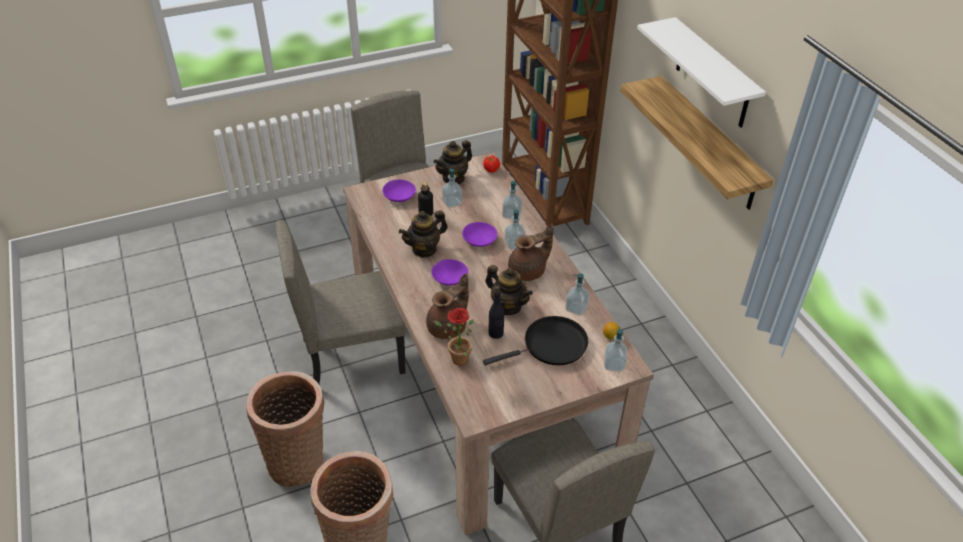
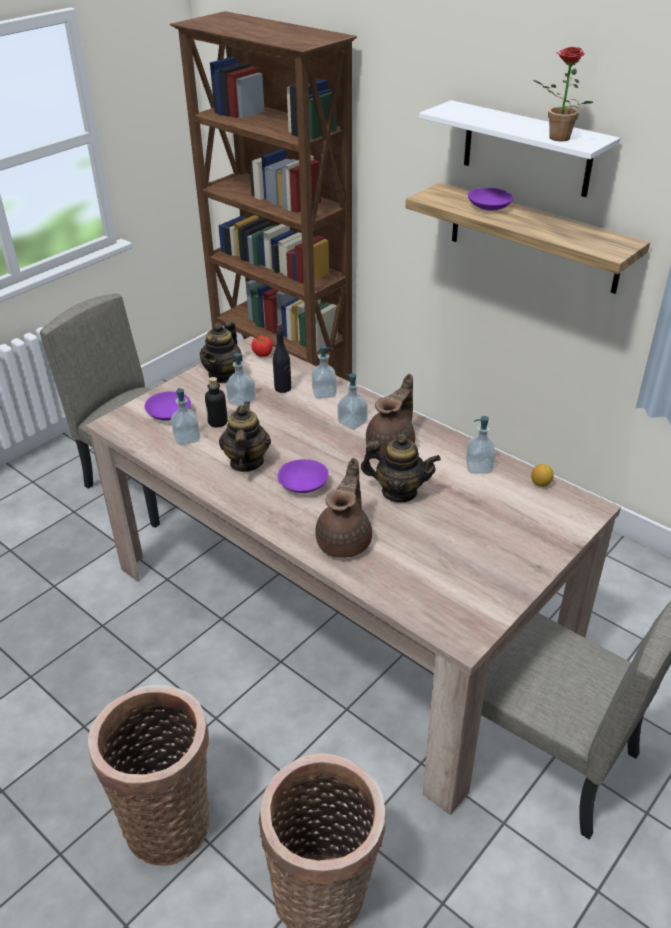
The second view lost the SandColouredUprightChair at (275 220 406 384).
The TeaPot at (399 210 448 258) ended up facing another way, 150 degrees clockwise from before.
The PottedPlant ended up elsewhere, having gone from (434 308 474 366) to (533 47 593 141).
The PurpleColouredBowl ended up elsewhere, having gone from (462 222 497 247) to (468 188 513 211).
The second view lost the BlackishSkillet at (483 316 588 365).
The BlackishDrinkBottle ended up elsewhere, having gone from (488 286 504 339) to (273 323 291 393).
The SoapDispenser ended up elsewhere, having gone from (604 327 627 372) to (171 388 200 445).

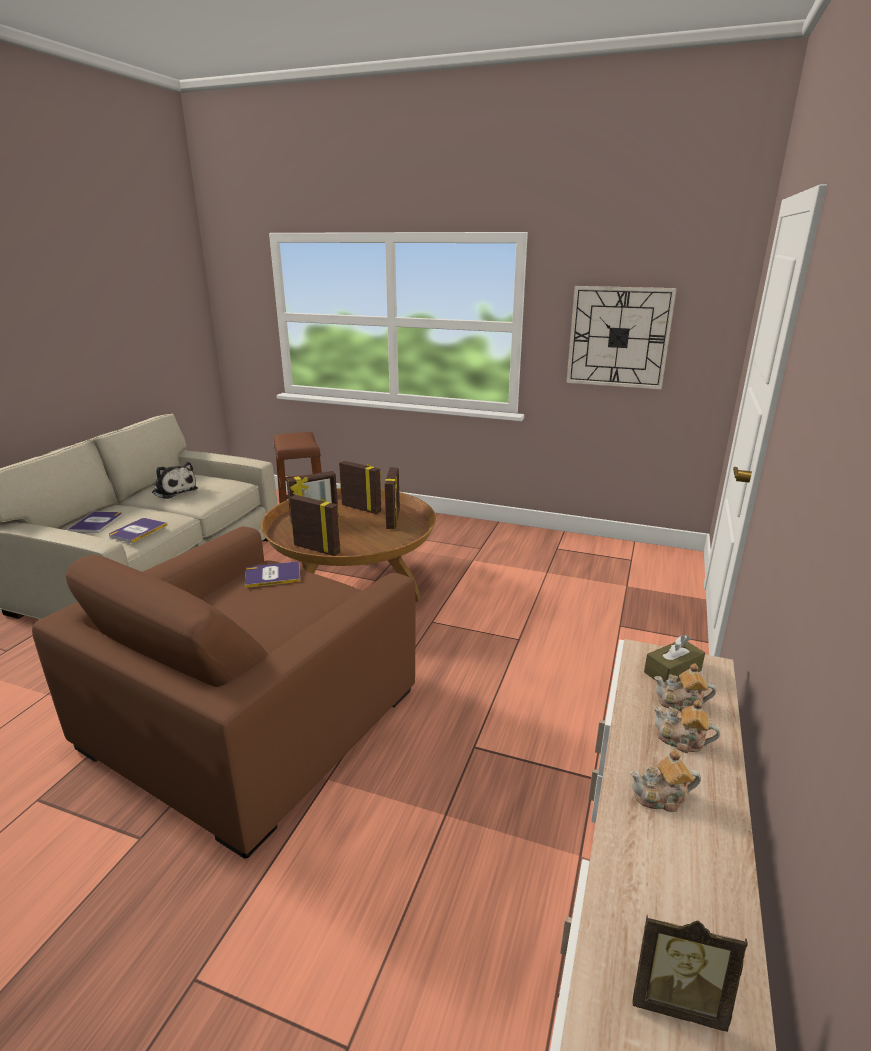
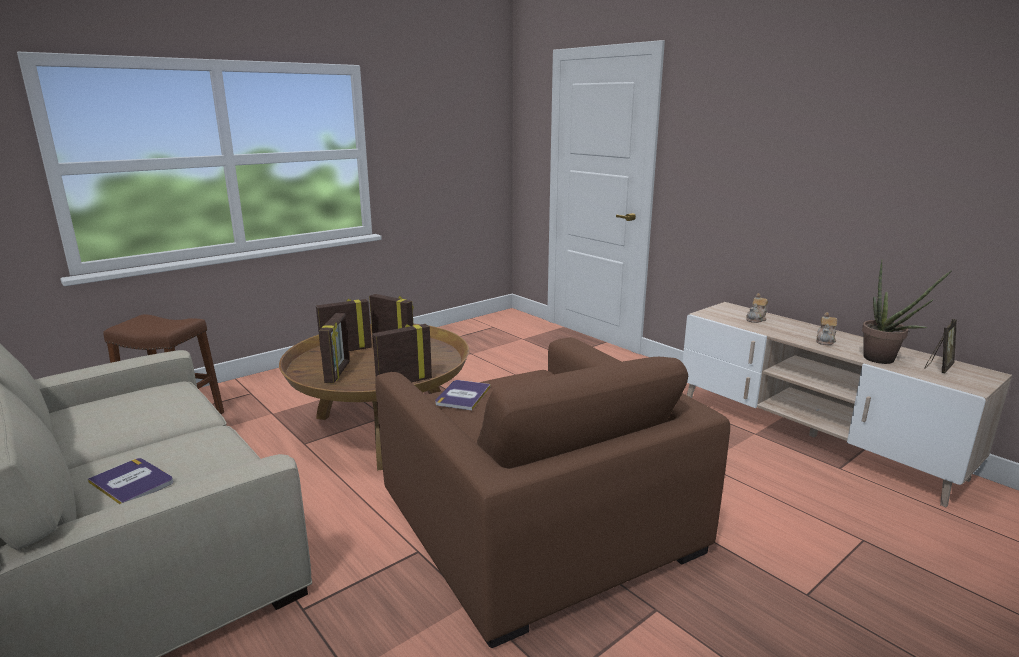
The second view lost the BoundBook at (109 518 167 543).
The second view lost the SoftToy at (152 462 198 499).
The second view lost the HangingClock at (566 286 677 390).
The second view lost the BrownBoxOfTissues at (644 635 705 682).
The second view lost the TeaPot at (654 700 720 753).
The second view gained the PottedPlant at (862 260 951 364).

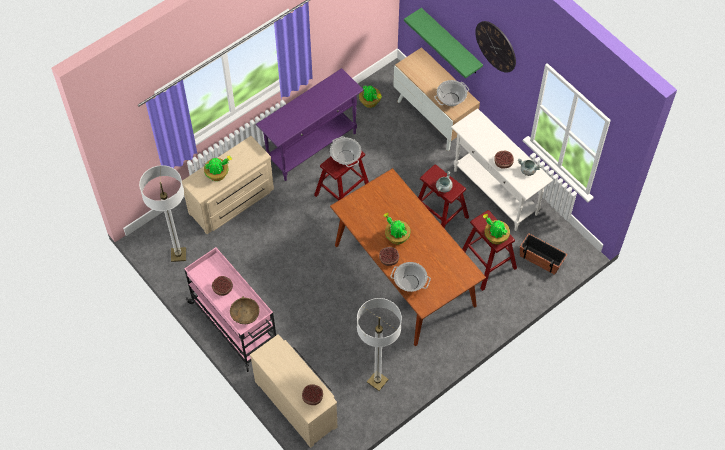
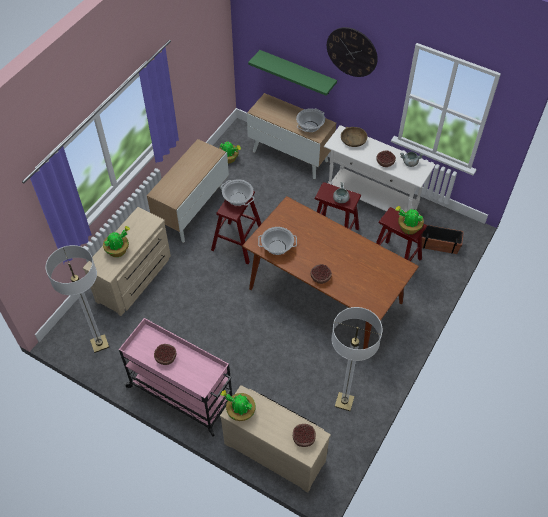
The BrownBowl ended up elsewhere, having gone from (230 296 259 324) to (341 127 367 147).
Where the PurpleColouredHallTable stood at (256 68 364 181), the Cupboard came to stand at (147 139 229 243).
The PottedPlant ended up elsewhere, having gone from (384 213 410 244) to (221 390 255 421).
The Stockpot ended up elsewhere, having gone from (391 262 431 292) to (258 227 297 255).

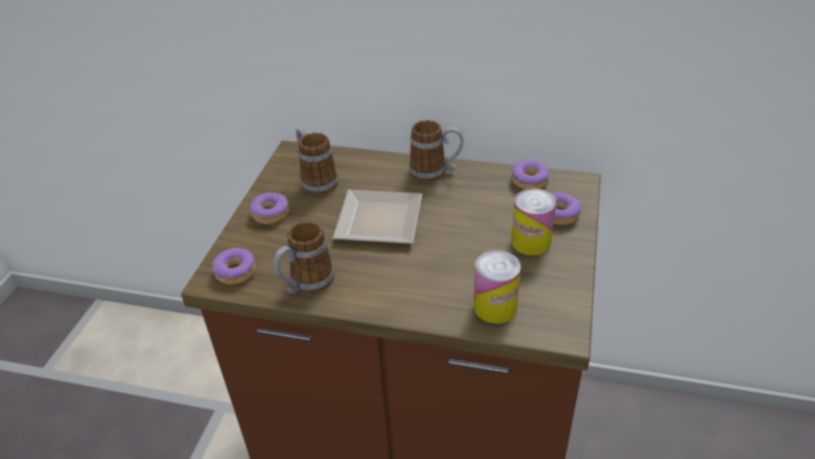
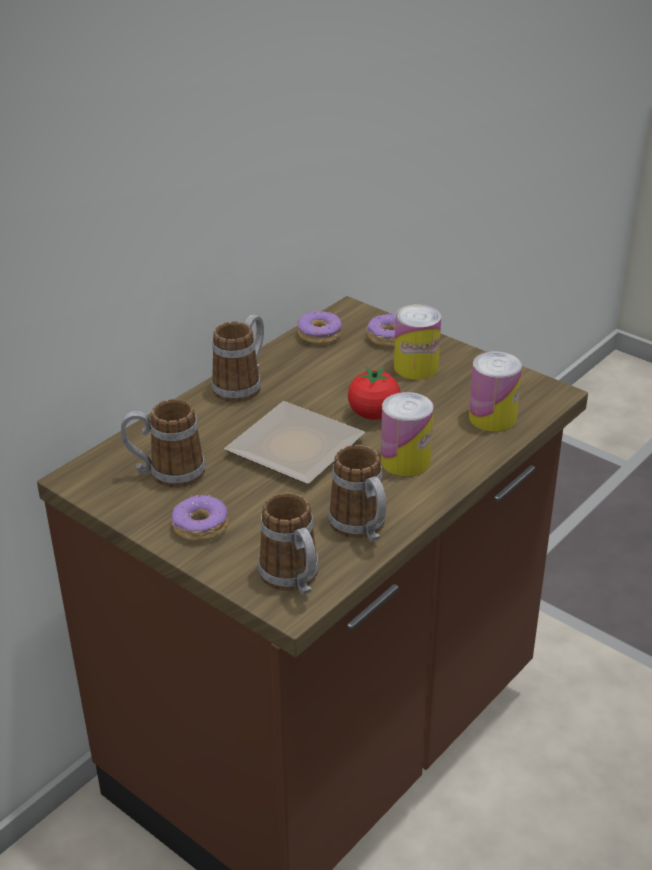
Where the Donut stood at (212 248 256 285), the TeaMug came to stand at (258 493 319 595).
The second view gained the FreshTomato at (348 366 401 420).
The second view gained the Can at (381 392 434 477).

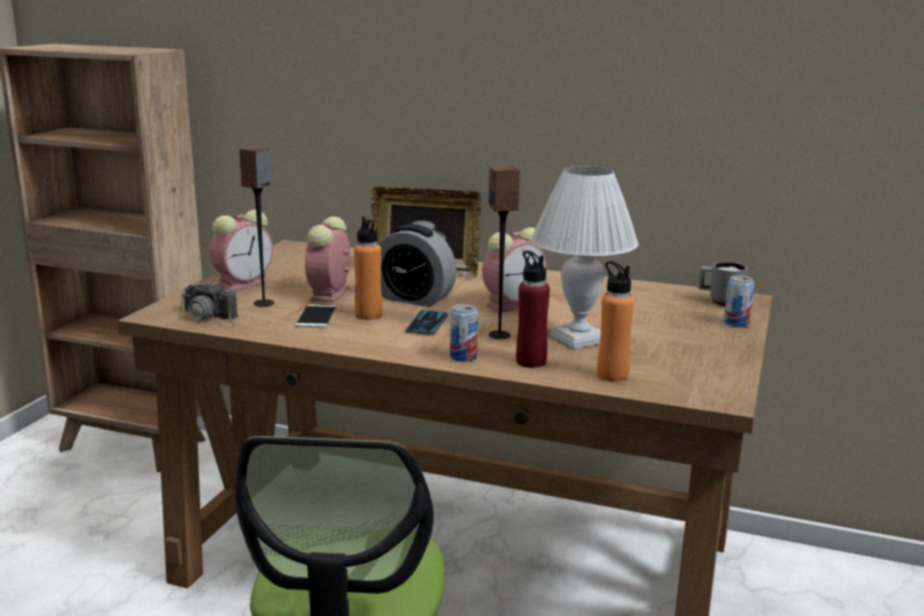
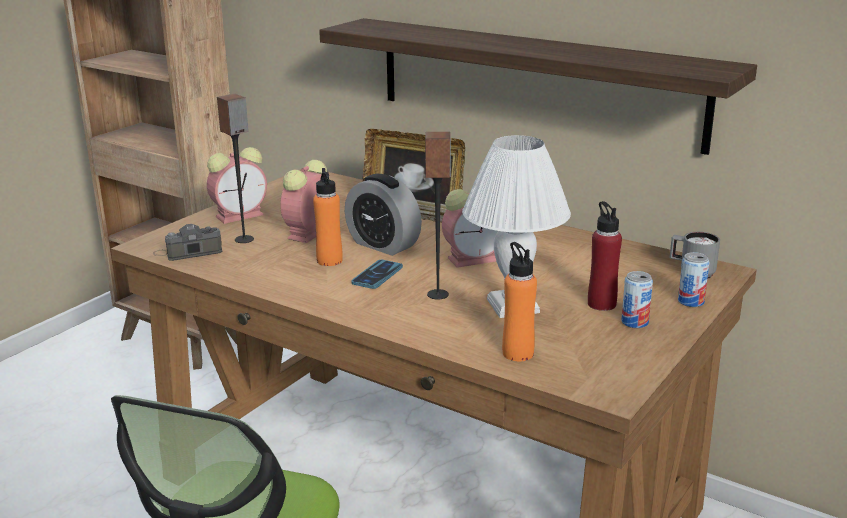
The PhotoCamera at (177 281 238 328) ended up facing another way, 120 degrees clockwise from before.
The second view lost the Telephone at (296 305 336 328).
The Can ended up elsewhere, having gone from (450 304 478 362) to (621 271 653 328).
The RedDrinkBottle ended up elsewhere, having gone from (516 250 550 368) to (588 201 622 311).
The second view gained the Shelf at (319 18 757 155).

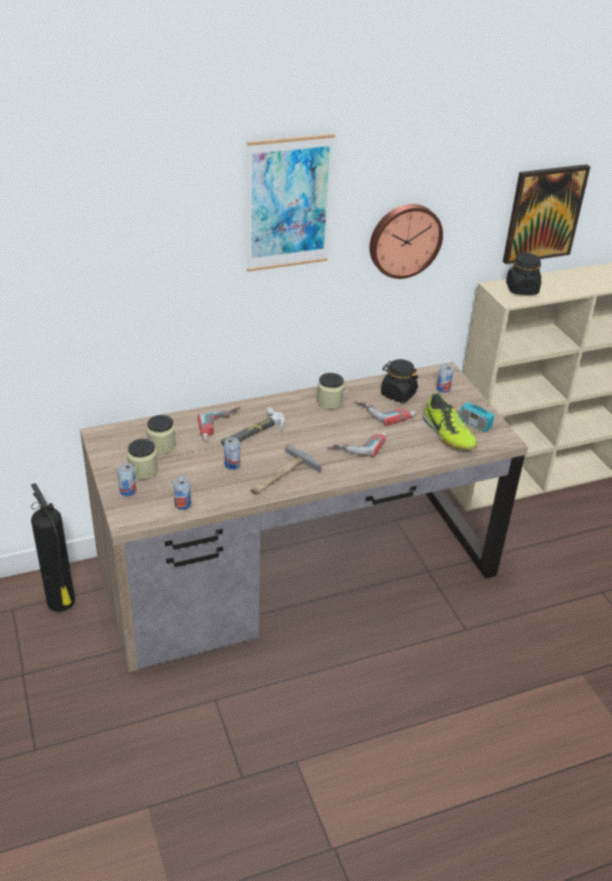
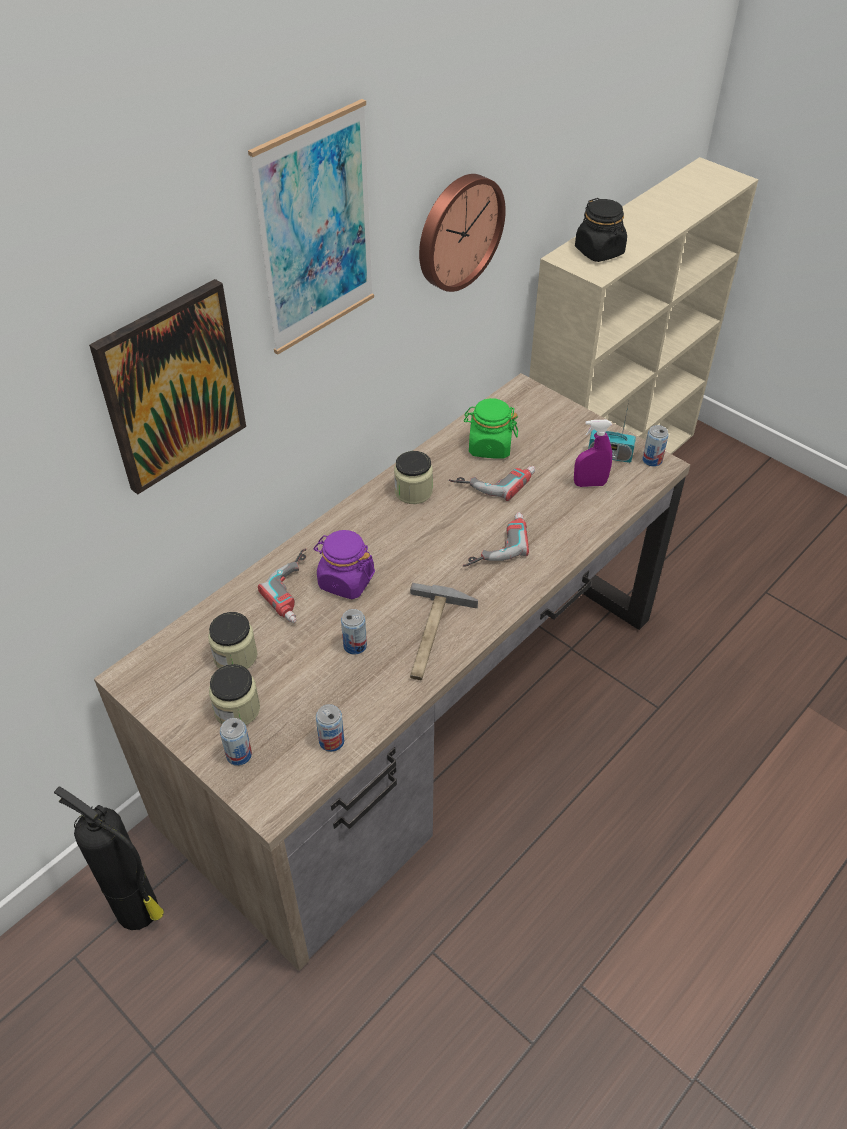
Where the Hammer stood at (221 407 284 445), the PurpleColouredJar came to stand at (314 530 375 599).
What was the BlackishJar at (381 359 418 403) turned into the GreenColouredJar at (464 398 518 459).
Where the ItemOfFootwear stood at (423 393 477 451), the PurpleColouredSprayer came to stand at (574 420 612 487).
The Can ended up elsewhere, having gone from (437 364 454 393) to (642 425 669 467).
The WallArt ended up elsewhere, having gone from (503 164 590 264) to (89 279 246 494).

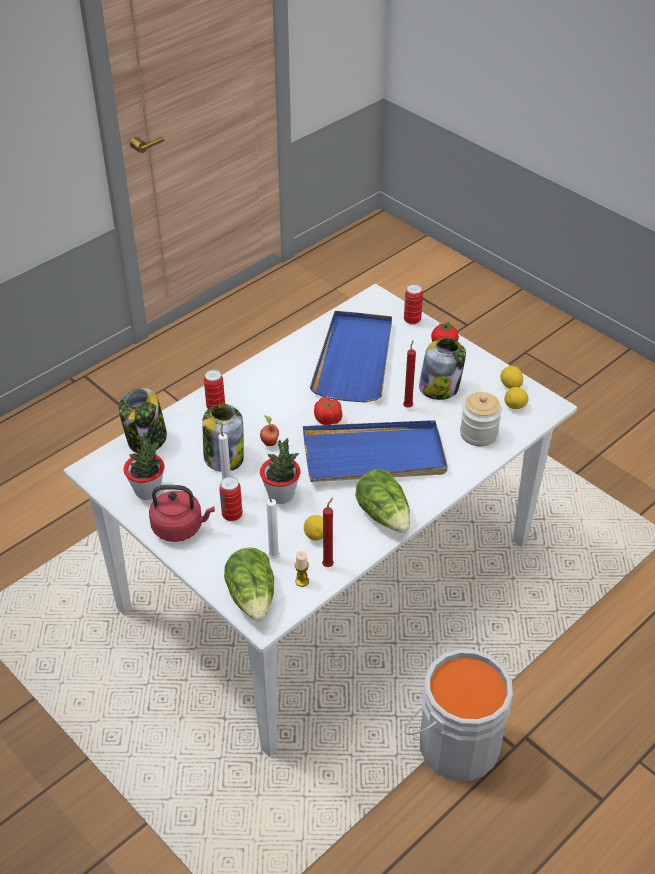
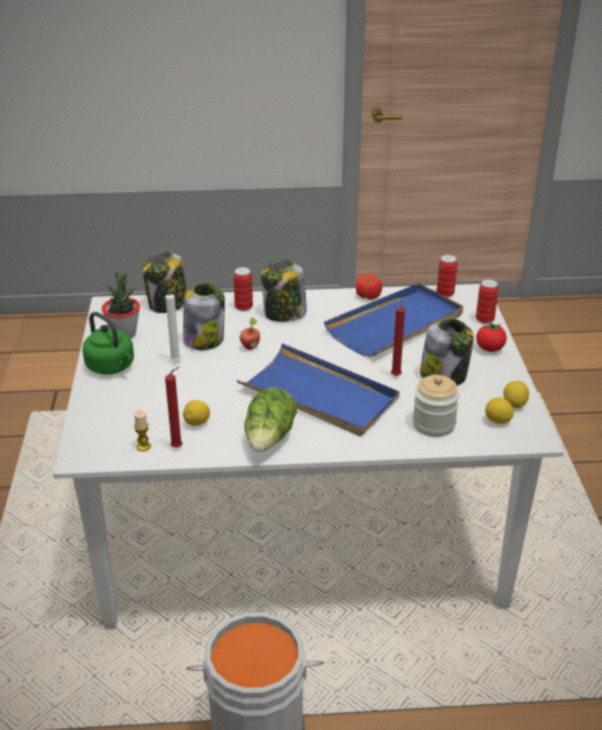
What was the RedTeaKettle at (149 485 215 542) turned into the GreenColouredTeaKettle at (82 312 134 375).
The Can ended up elsewhere, having gone from (219 476 243 521) to (437 255 457 298).
The second view lost the Lettuce at (224 548 274 622).
The second view lost the PottedPlant at (260 438 301 504).
The second view lost the WhiteColouredWaxCandle at (266 488 280 559).
The FreshTomato ended up elsewhere, having gone from (314 397 342 425) to (356 274 382 300).
The second view gained the Jar at (261 259 307 322).

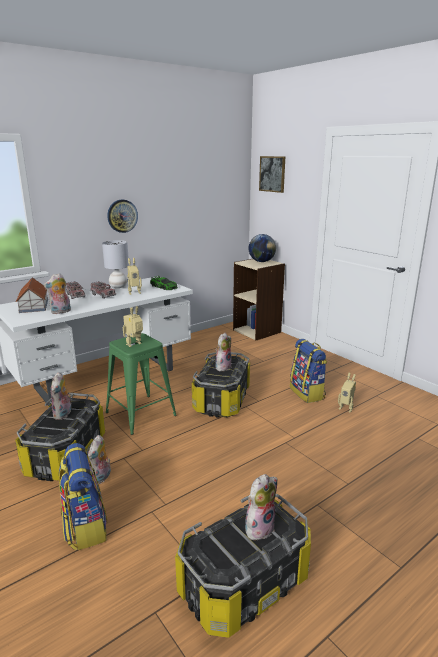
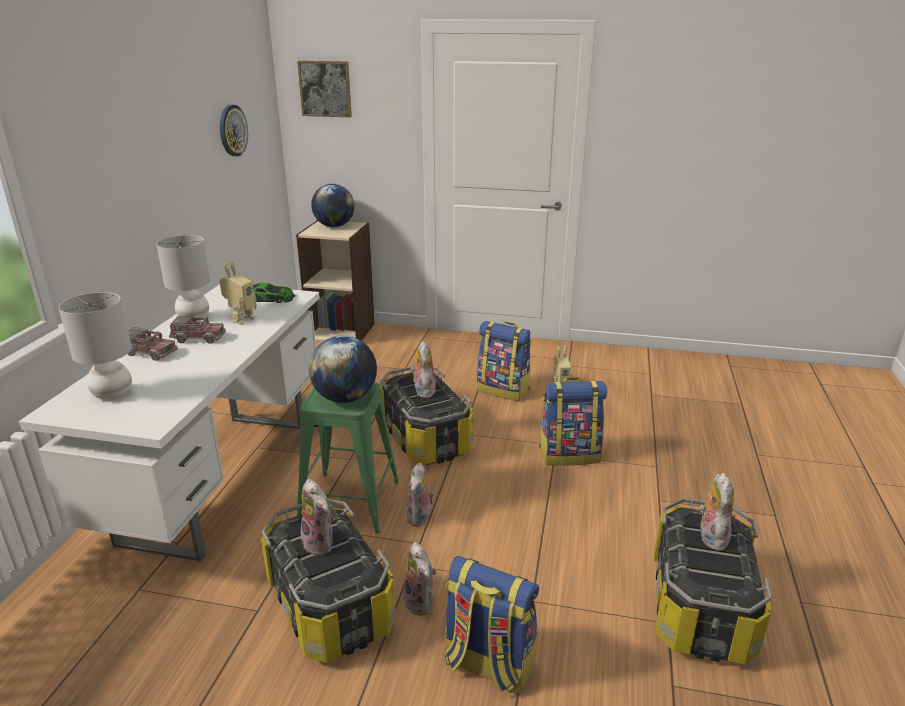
Where the ModelHouse stood at (15 277 48 313), the GreyishTableLamp came to stand at (58 292 132 399).
The SoftToy ended up elsewhere, having gone from (44 273 71 314) to (406 463 434 527).
The HangingClock ended up elsewhere, having gone from (107 199 138 233) to (220 105 248 156).
Where the RobotFigure stood at (123 306 143 347), the WorldGlobe came to stand at (309 335 377 403).
The second view gained the Knapsack at (539 377 607 466).

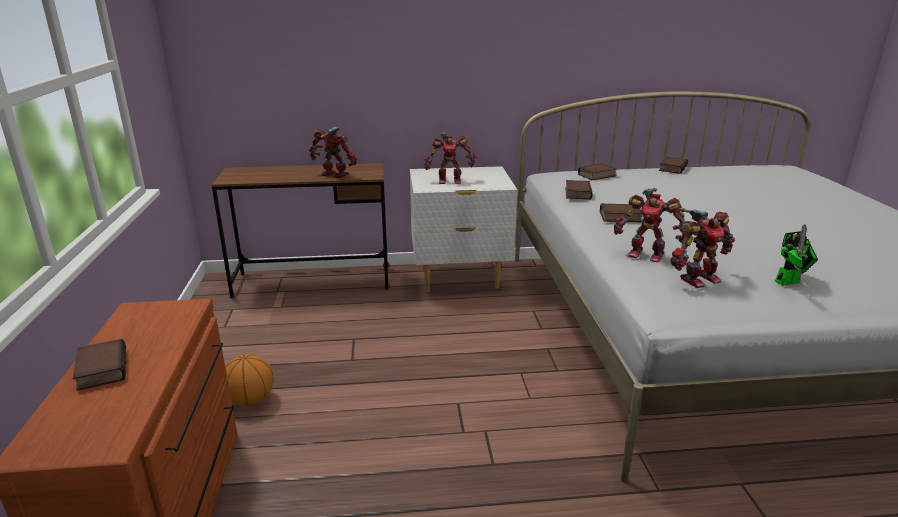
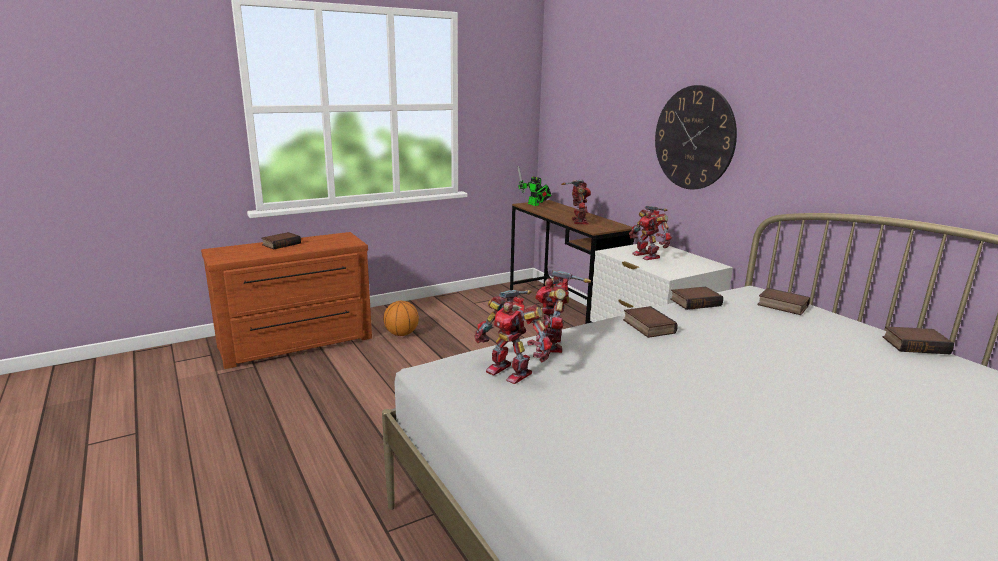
The RobotFigure ended up elsewhere, having gone from (775 224 818 286) to (518 166 552 206).
The second view gained the HangingClock at (655 85 737 189).

